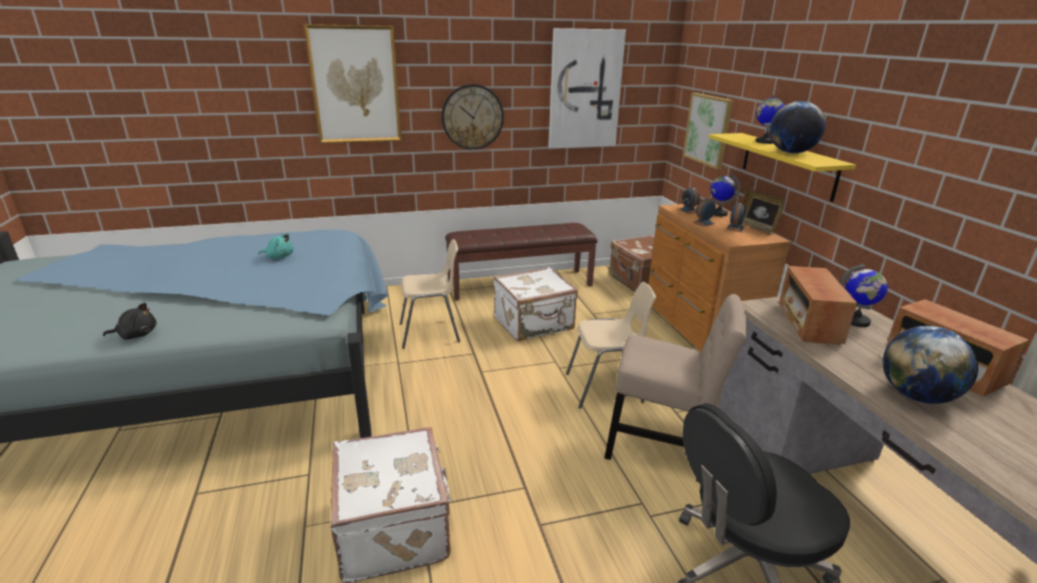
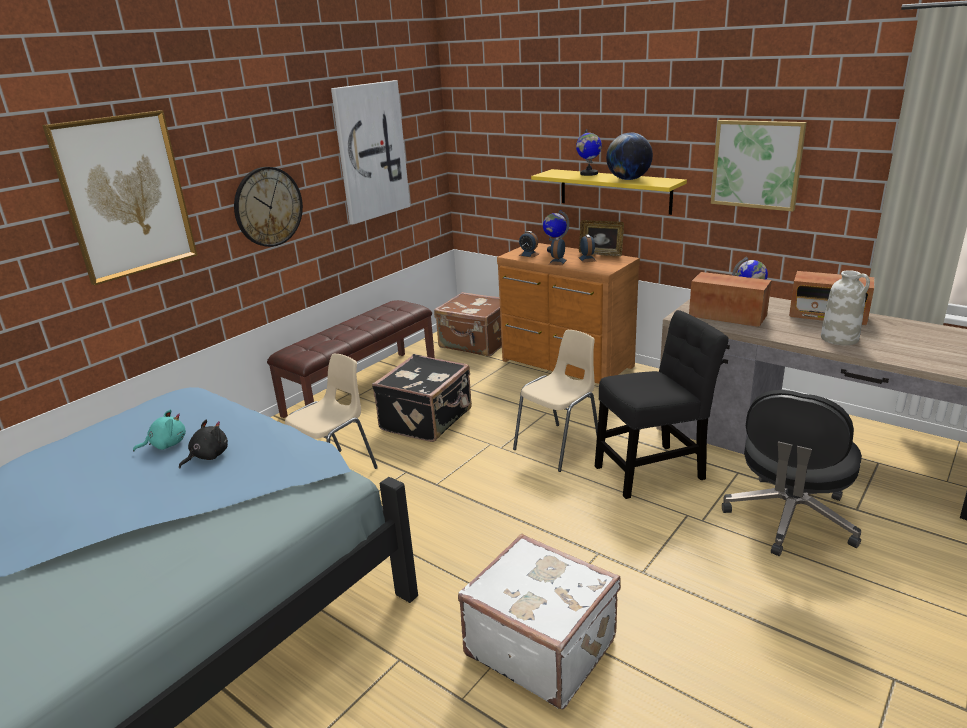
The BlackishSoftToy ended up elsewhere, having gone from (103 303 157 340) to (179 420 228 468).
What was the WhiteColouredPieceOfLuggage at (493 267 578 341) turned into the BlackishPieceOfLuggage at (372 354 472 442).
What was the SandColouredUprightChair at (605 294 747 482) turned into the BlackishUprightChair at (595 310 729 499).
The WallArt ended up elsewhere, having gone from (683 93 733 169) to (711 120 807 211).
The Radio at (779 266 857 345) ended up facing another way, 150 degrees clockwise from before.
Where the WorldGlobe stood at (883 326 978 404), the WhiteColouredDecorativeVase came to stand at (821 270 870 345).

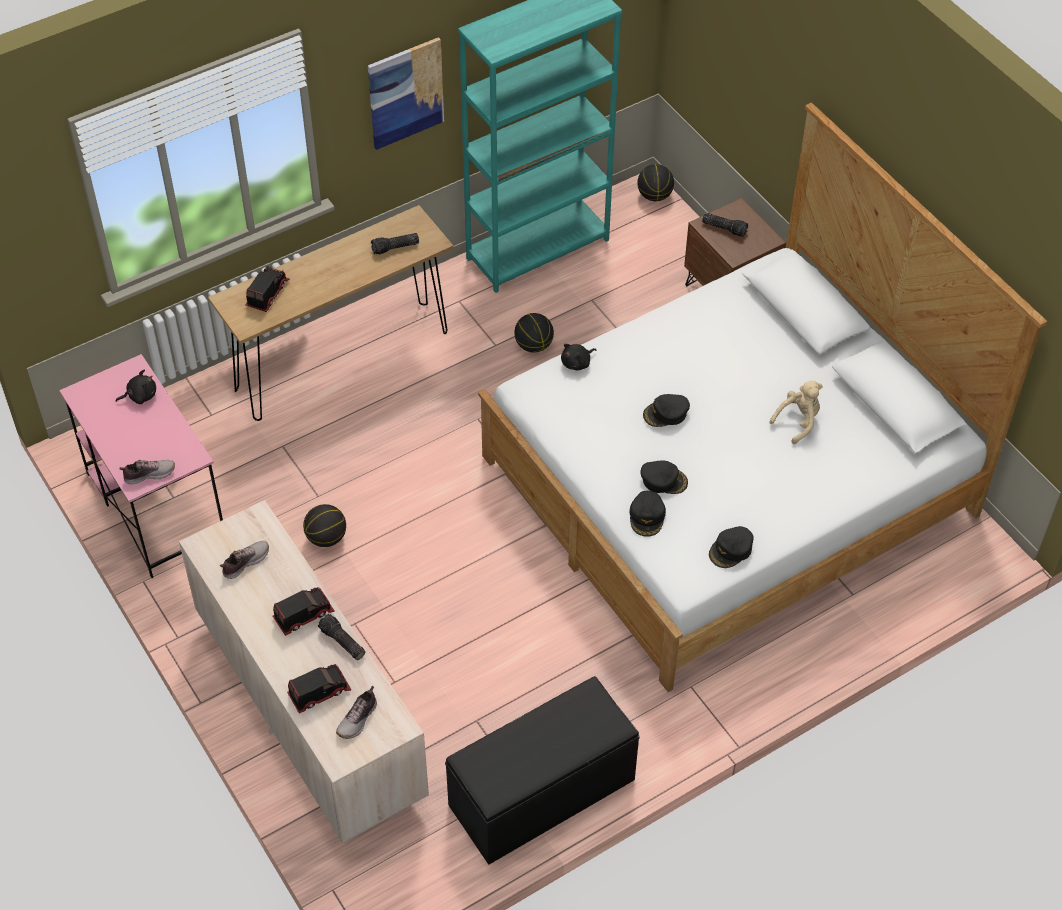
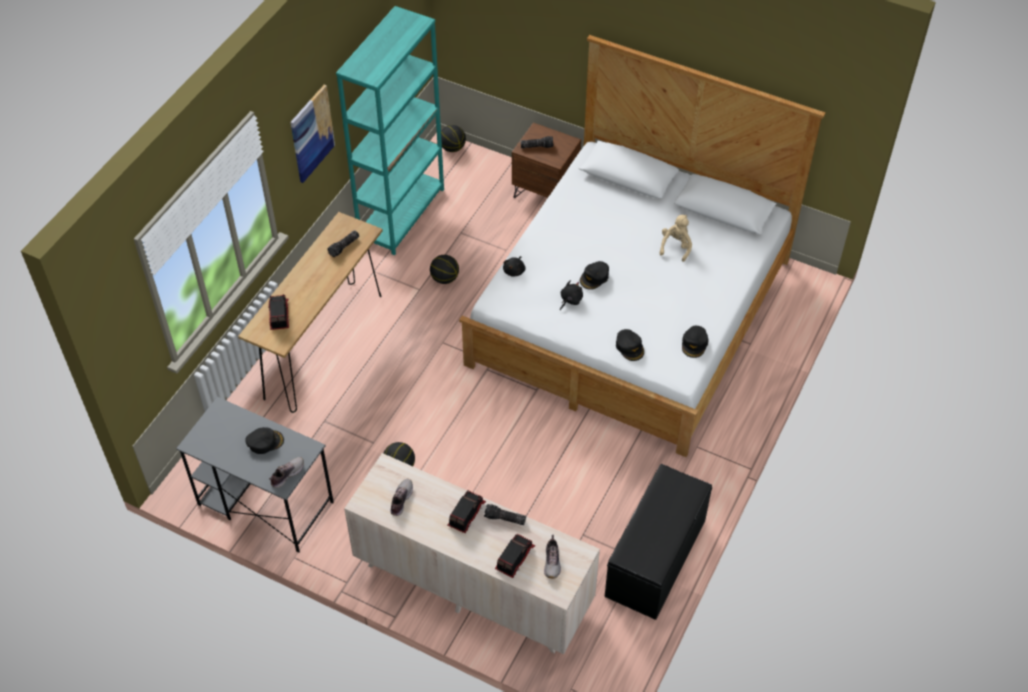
What was the PinkishDeskUnit at (59 354 223 578) turned into the GreyishDeskUnit at (176 397 334 553).
The BlackishSoftToy ended up elsewhere, having gone from (116 370 156 404) to (560 280 583 310).
The BlackishCap ended up elsewhere, having gone from (640 461 688 494) to (245 427 284 454).

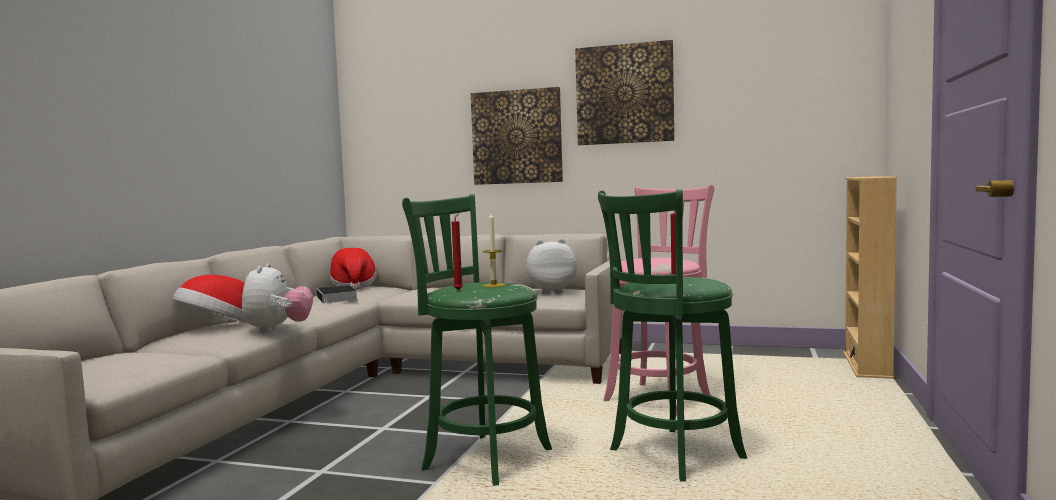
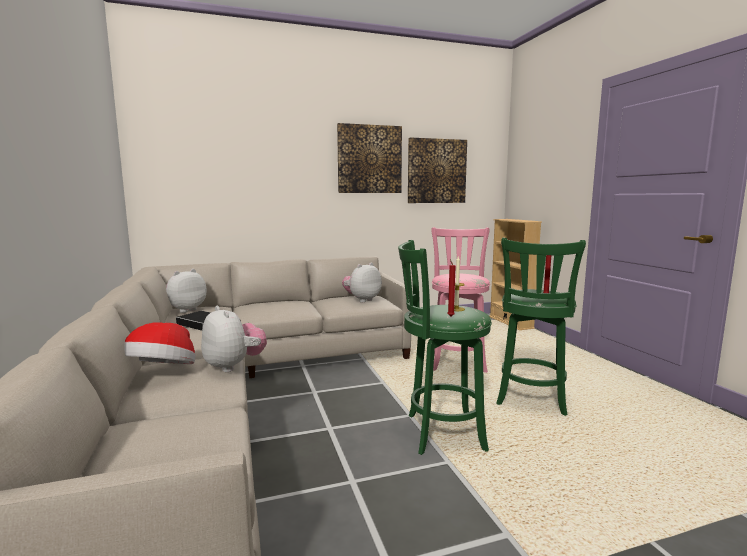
Where the Hat stood at (330 248 377 290), the SoftToy came to stand at (166 269 207 313).
The WallArt ended up elsewhere, having gone from (471 87 563 185) to (408 137 467 203).

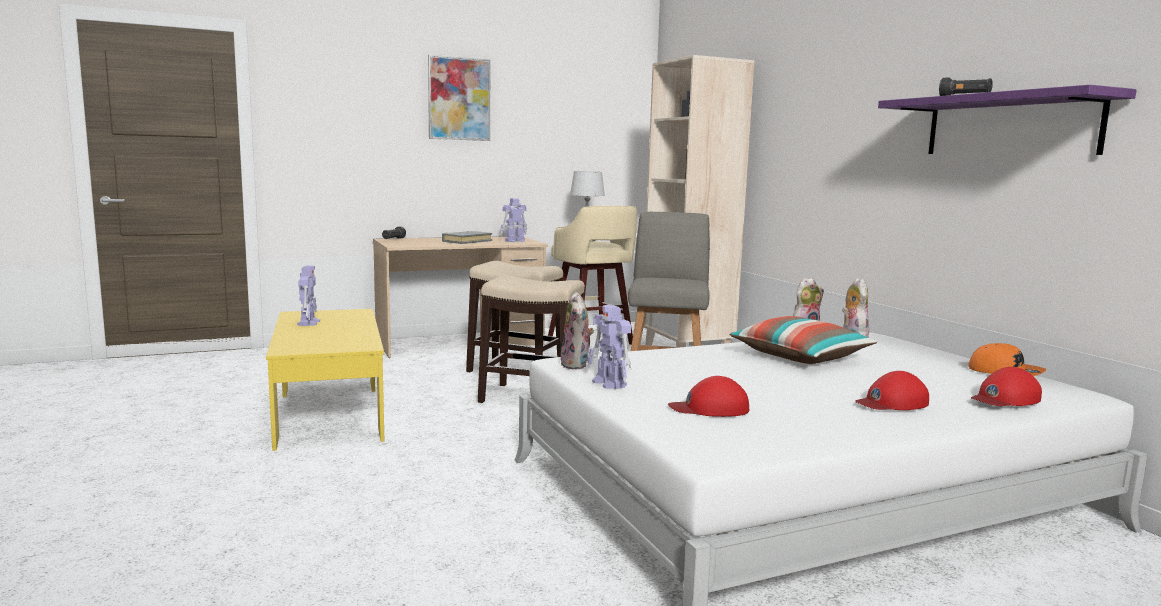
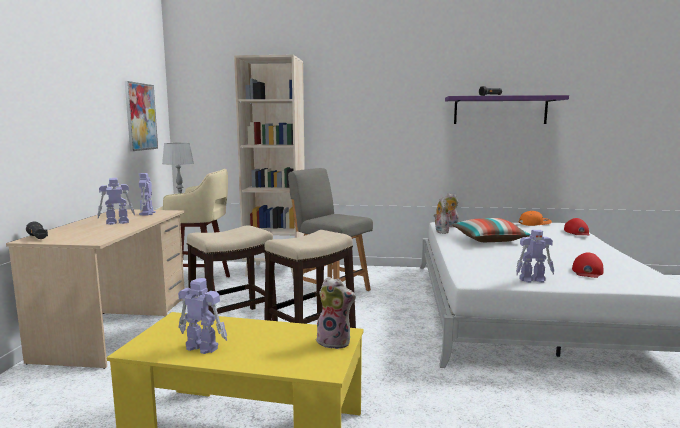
The WallArt ended up elsewhere, having gone from (428 55 490 141) to (125 81 158 151).
Where the GreyishBoundBook stood at (442 231 492 244), the RobotFigure came to stand at (97 178 135 225).
The SoftToy ended up elsewhere, having gone from (560 292 594 369) to (316 277 356 349).
The second view lost the RedCap at (855 371 929 410).

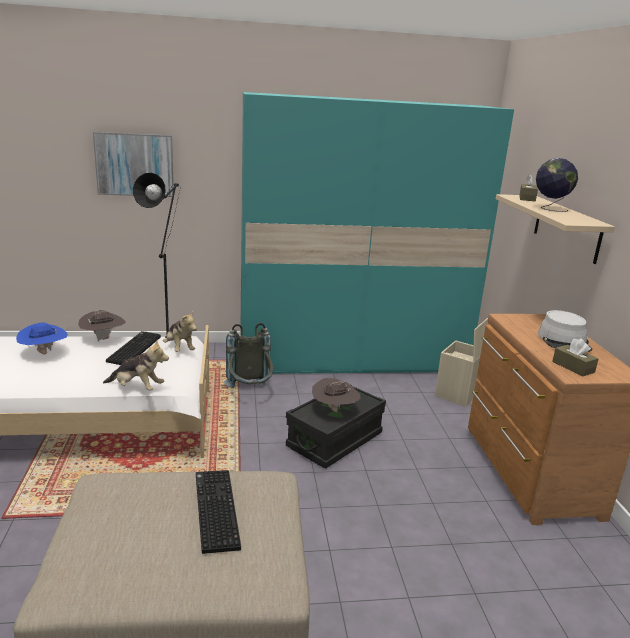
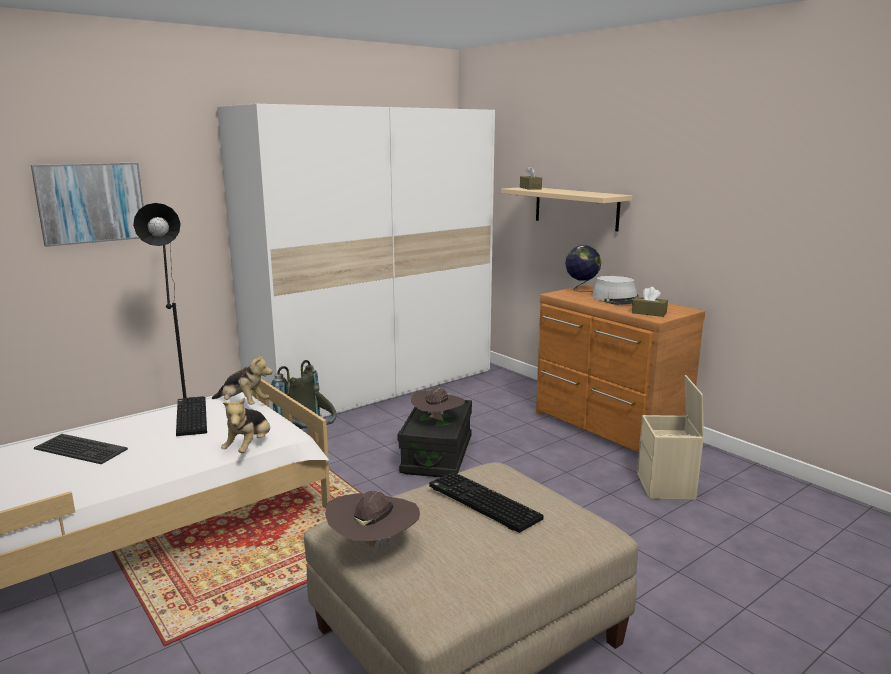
Where the BlueHat stood at (16 323 68 354), the Keyboard came to stand at (34 434 128 464).
The BrownHat ended up elsewhere, having gone from (78 310 126 342) to (325 491 420 555).
The SoftToy at (103 340 169 390) ended up facing another way, 120 degrees clockwise from before.
What was the TurquoiseWardrobe at (240 92 514 374) turned into the WhiteColouredWardrobe at (217 104 495 417).
The SandColouredStorageContainer ended up elsewhere, having gone from (435 318 488 407) to (637 375 704 500).
The WorldGlobe ended up elsewhere, having gone from (536 158 578 212) to (565 245 601 292).

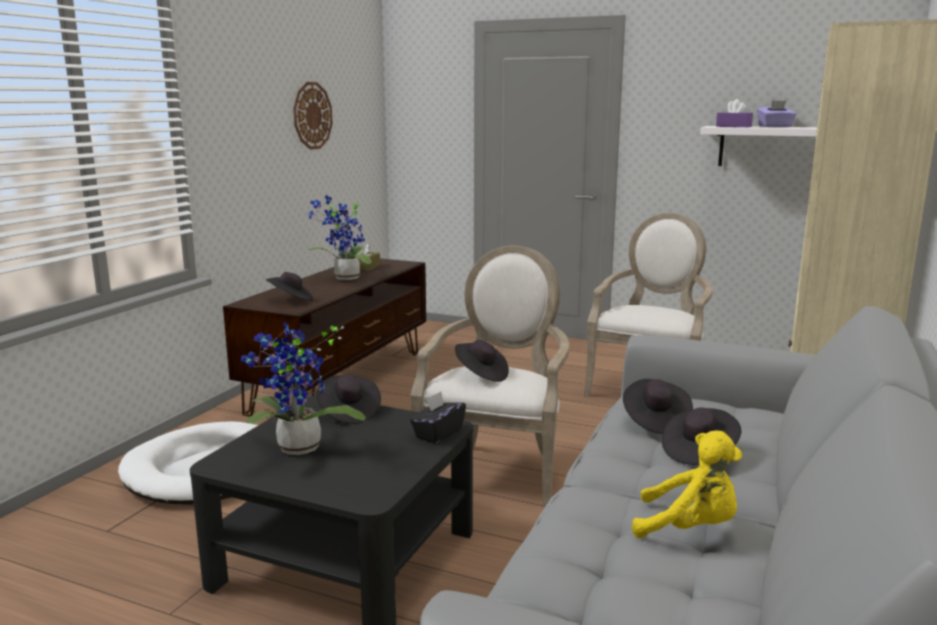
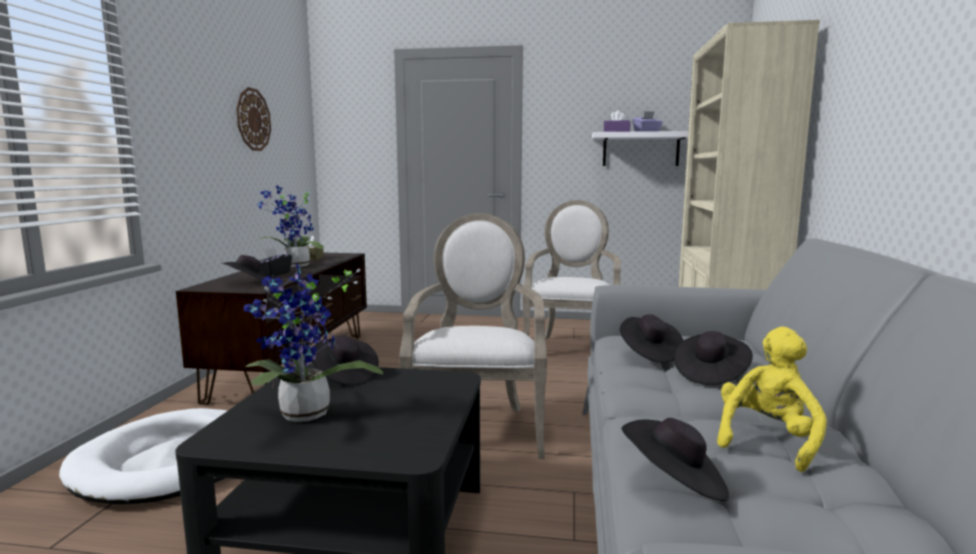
The BlackishBoxOfTissues ended up elsewhere, having gone from (410 392 466 444) to (259 247 292 277).
The BlackishHat ended up elsewhere, having gone from (455 340 509 382) to (621 418 729 501).
The YellowColouredSoftToy at (632 430 742 538) ended up facing another way, 60 degrees counterclockwise from before.

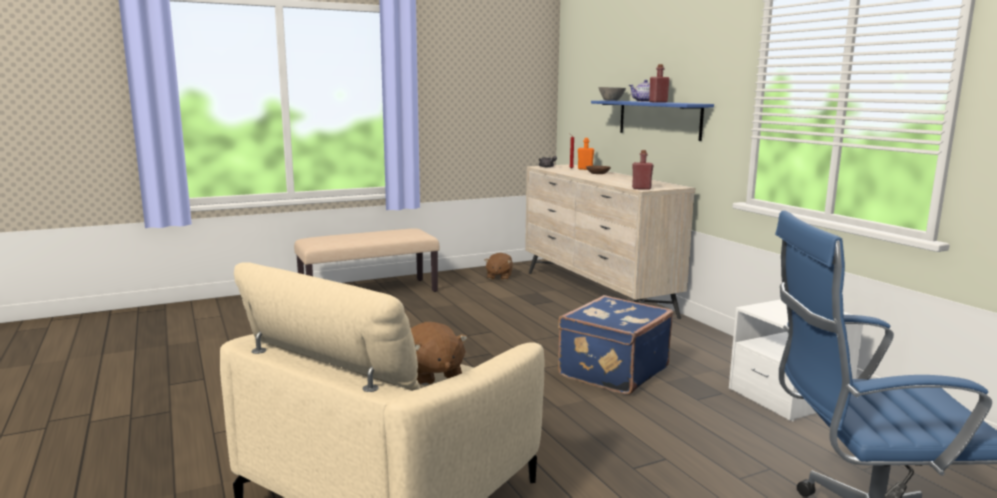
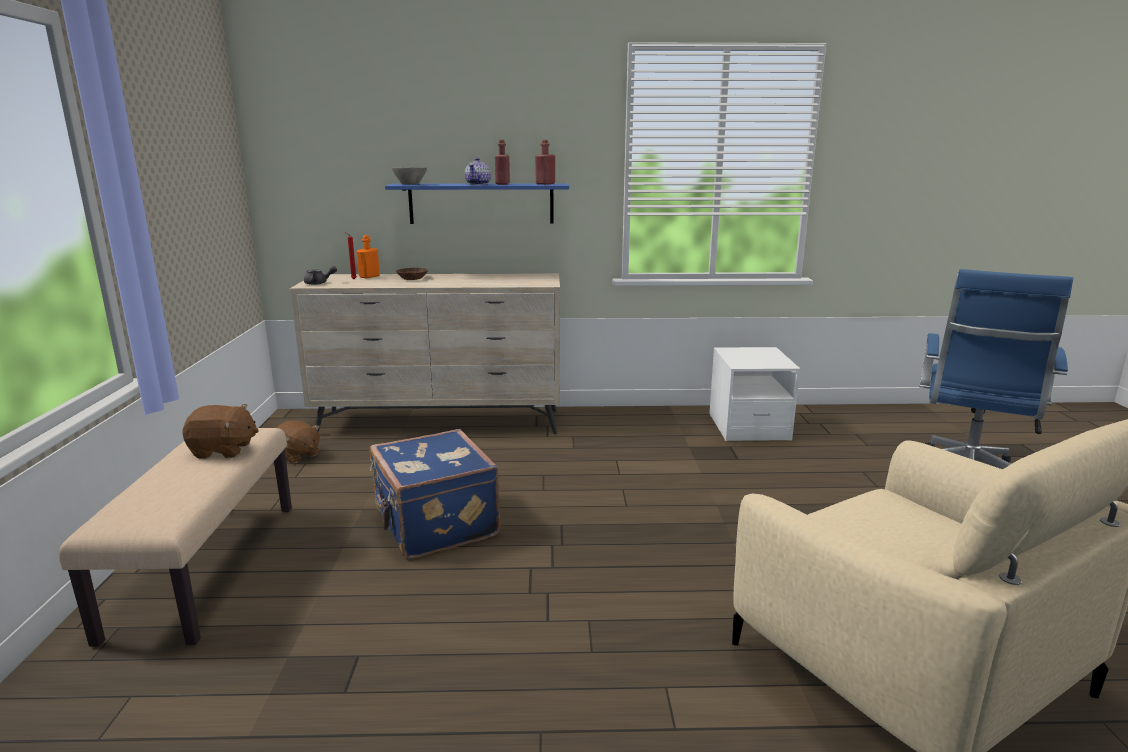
The BrownSoftToy ended up elsewhere, having gone from (411 322 468 385) to (182 404 259 459).
The BluePieceOfLuggage ended up elsewhere, having gone from (558 295 673 395) to (370 429 500 559).
The RedDrinkBottle ended up elsewhere, having gone from (632 150 653 190) to (535 140 555 185).

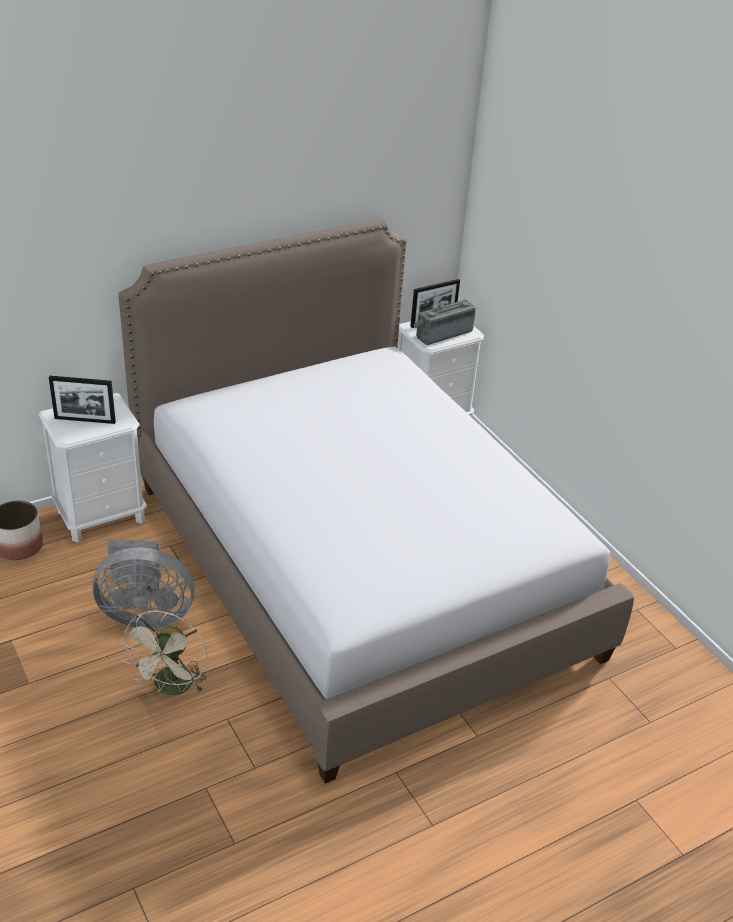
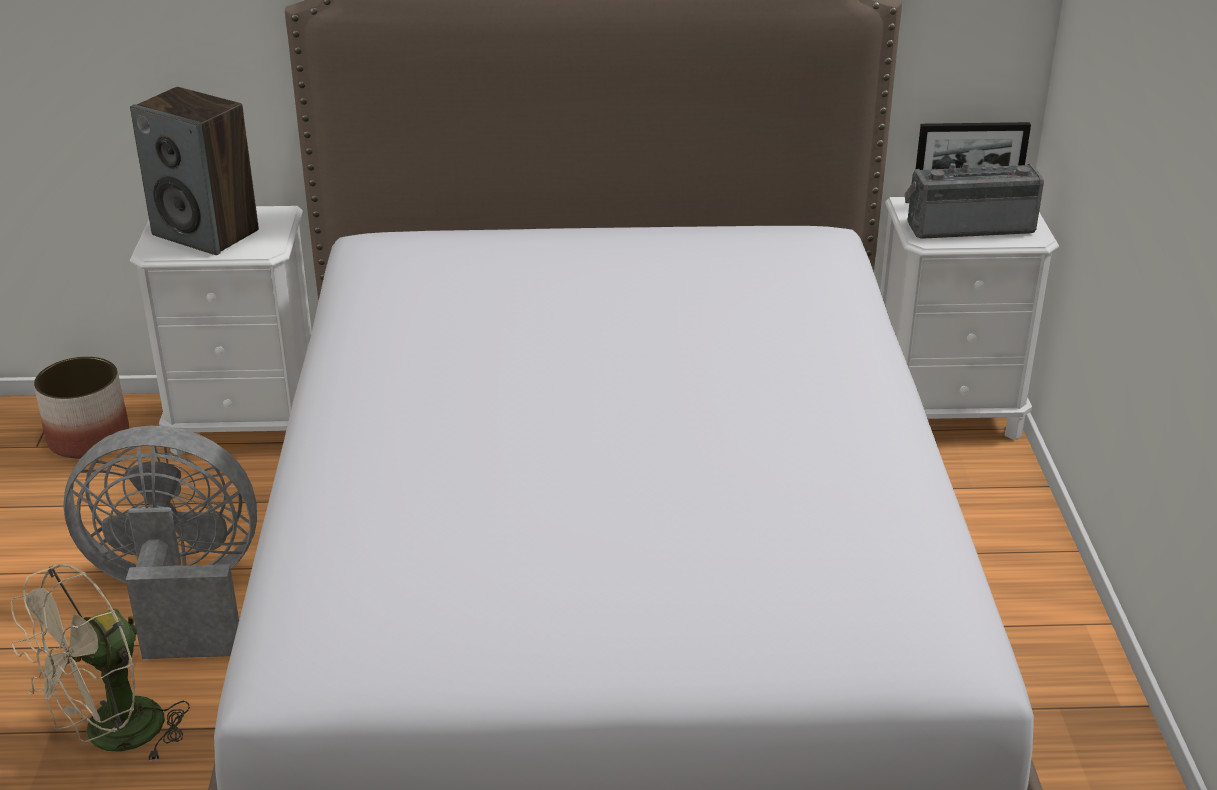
Where the PictureFrame stood at (49 376 116 424), the Speaker came to stand at (130 87 259 255).
The GreyishFan at (93 539 194 629) ended up facing another way, 150 degrees clockwise from before.

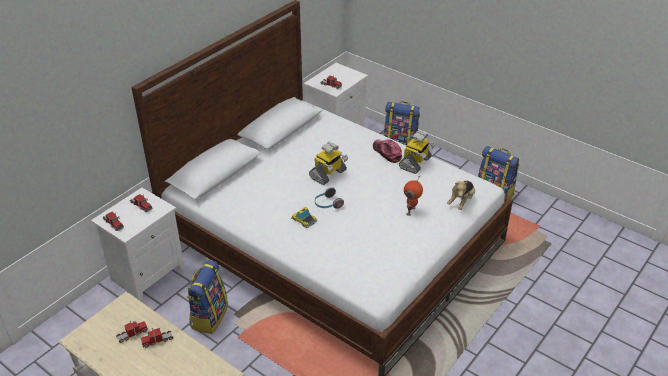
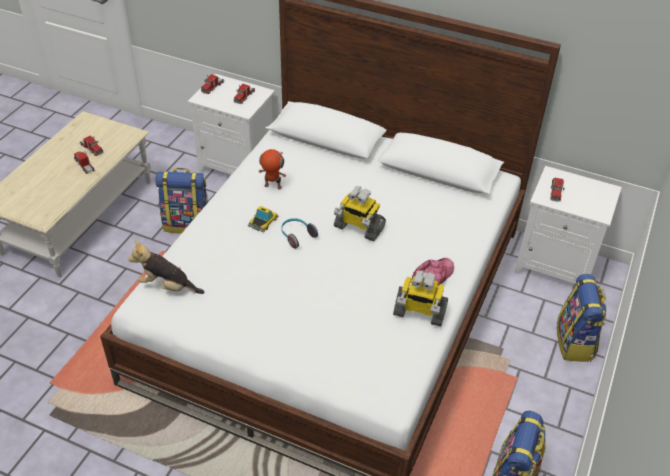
The RobotFigure ended up elsewhere, having gone from (404 176 423 216) to (258 149 286 190).
The SoftToy ended up elsewhere, having gone from (447 181 475 210) to (128 241 205 294).

